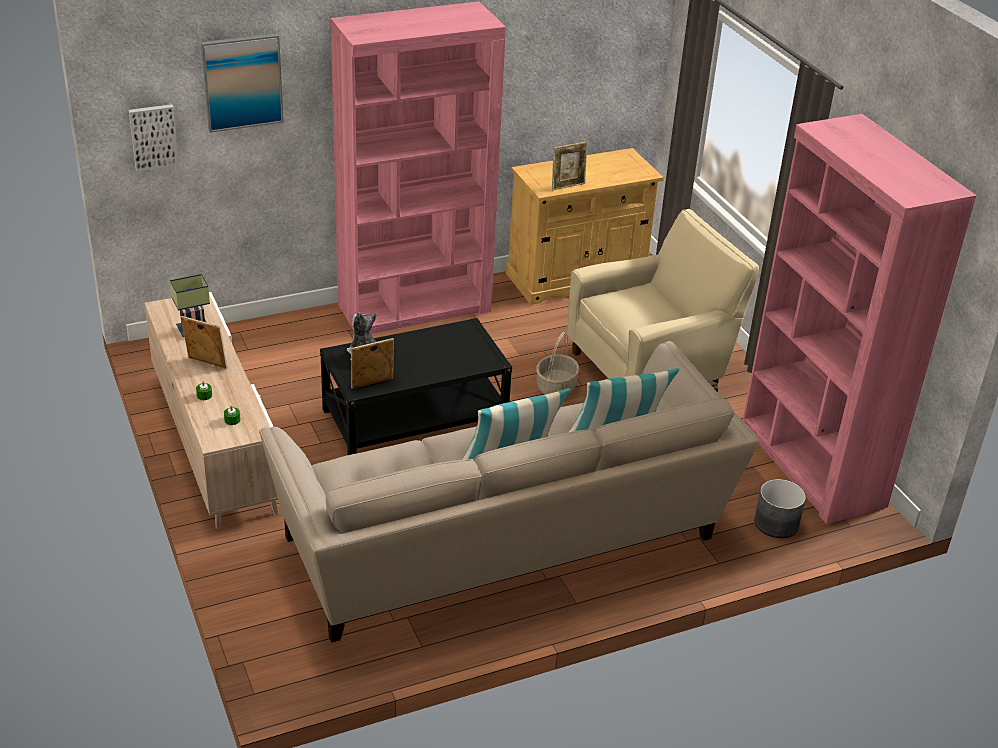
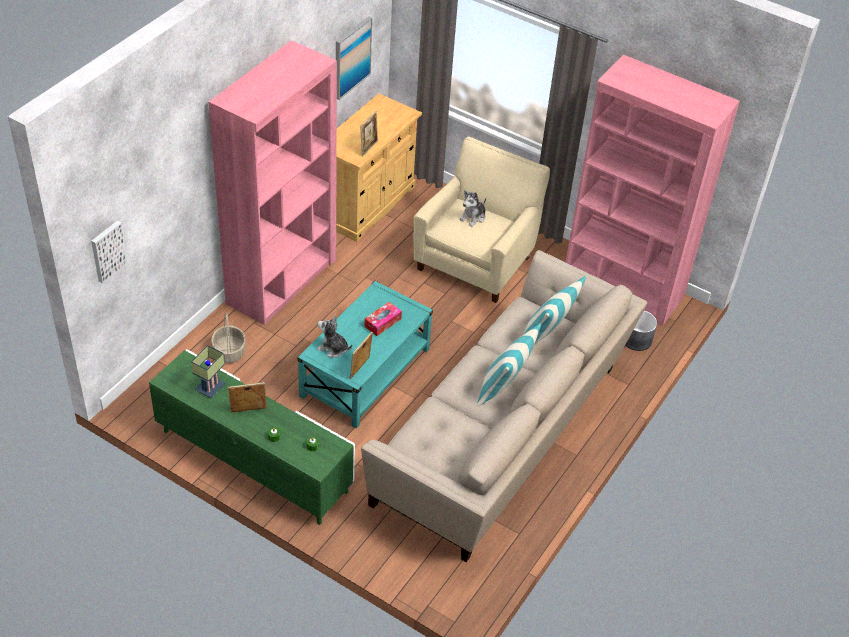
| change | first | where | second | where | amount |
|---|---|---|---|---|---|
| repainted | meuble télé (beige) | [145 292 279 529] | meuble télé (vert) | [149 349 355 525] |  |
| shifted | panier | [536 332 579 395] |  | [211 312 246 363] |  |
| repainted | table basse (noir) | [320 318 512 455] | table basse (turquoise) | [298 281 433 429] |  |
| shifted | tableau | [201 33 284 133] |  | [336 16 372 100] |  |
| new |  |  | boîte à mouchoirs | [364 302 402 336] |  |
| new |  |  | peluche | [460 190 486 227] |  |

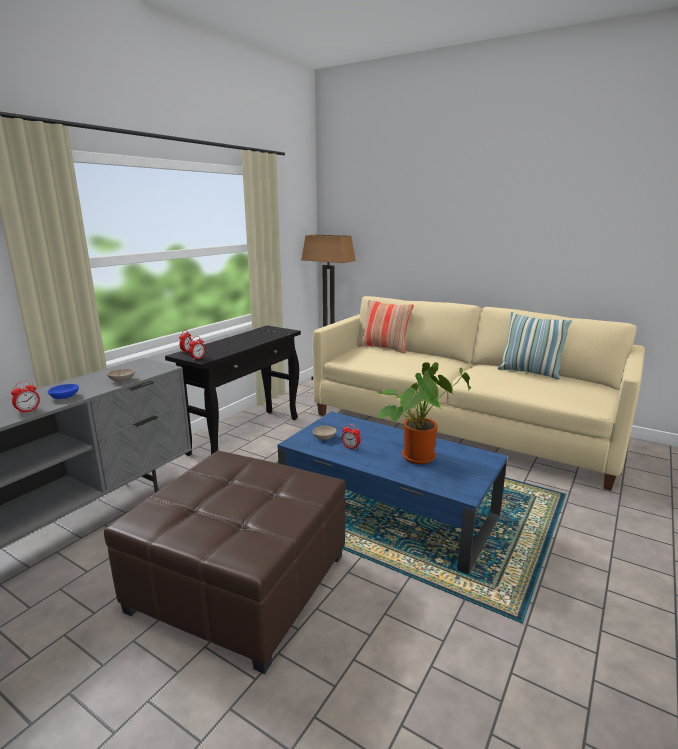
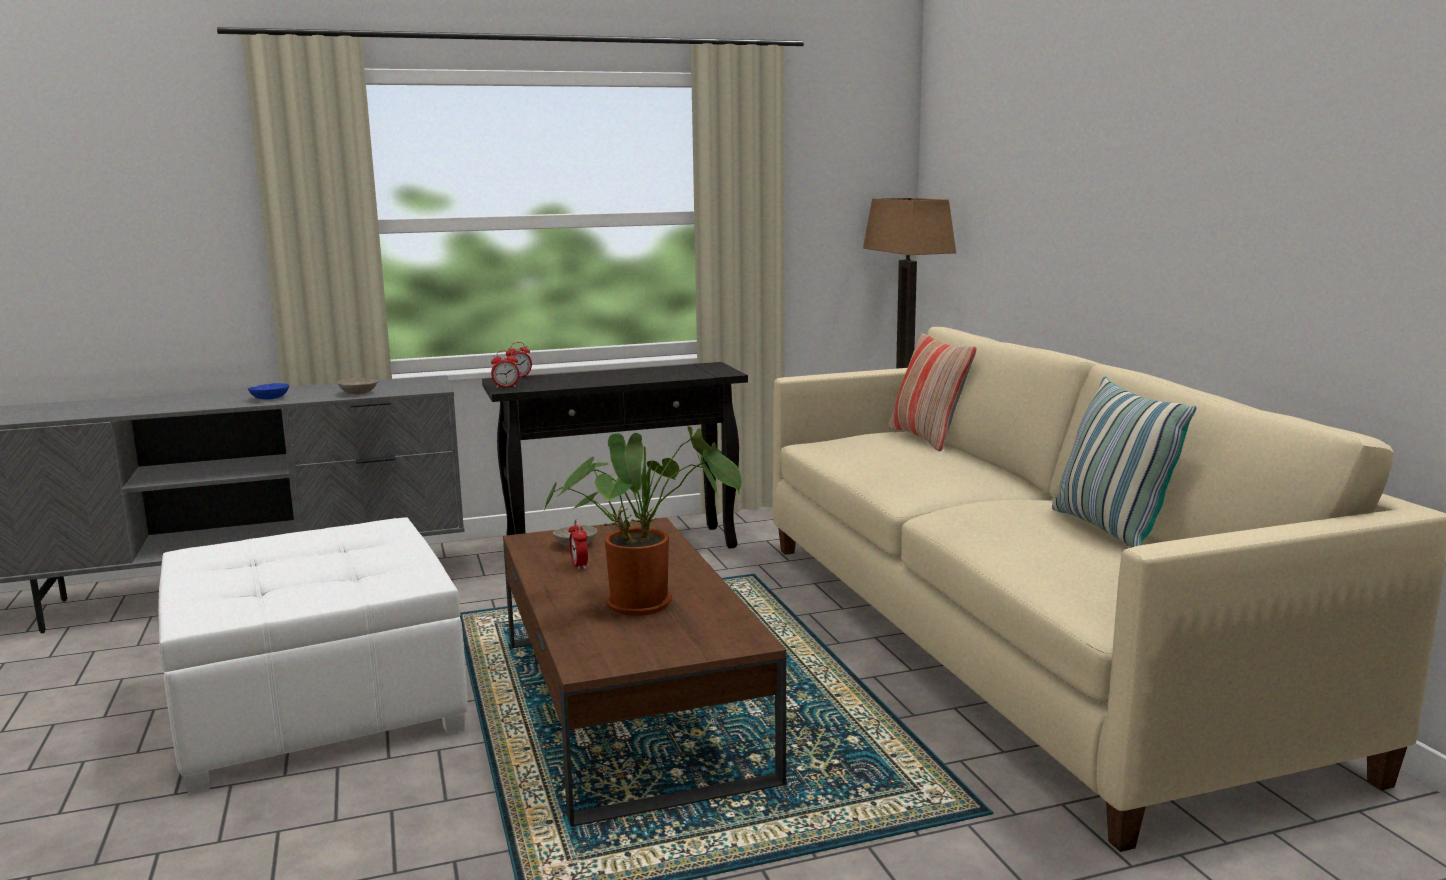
| change | first | where | second | where | amount |
|---|---|---|---|---|---|
| repainted | pouf (marron) | [104 451 345 674] | pouf (blanc) | [158 517 468 794] |  |
| repainted | table basse (bleu) | [278 411 508 575] | table basse (marron) | [503 517 786 827] |  |
| gone | réveil | [11 381 40 414] |  |  |  |

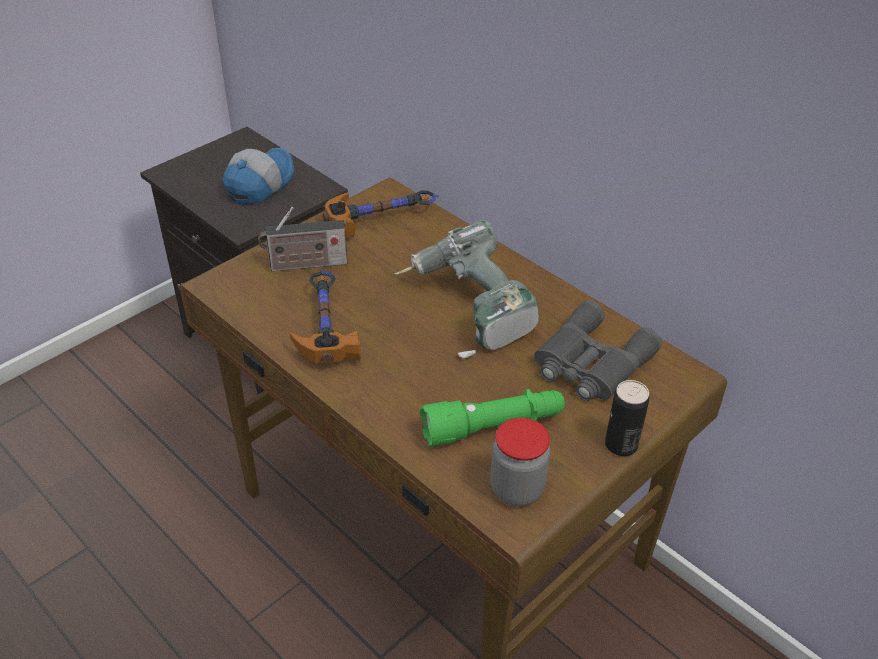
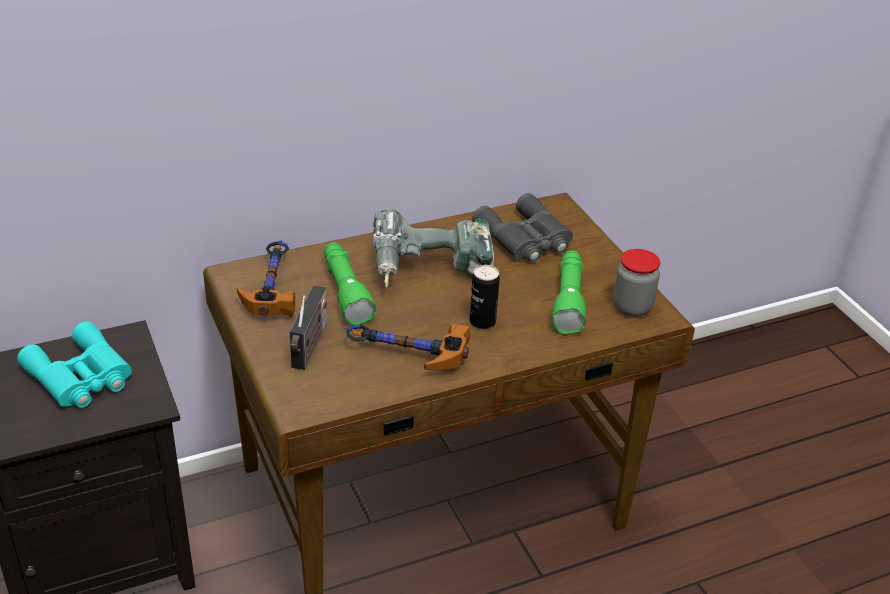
| change | first | where | second | where | amount |
|---|---|---|---|---|---|
| swapped | casquette | [223 148 295 204] | jumelles (turquoise) | [17 322 132 408] |  |
| new |  |  | lampe de poche (vert) | [324 243 376 325] |  |
| shifted | boîte métallique | [605 380 649 456] |  | [469 265 500 329] |  |

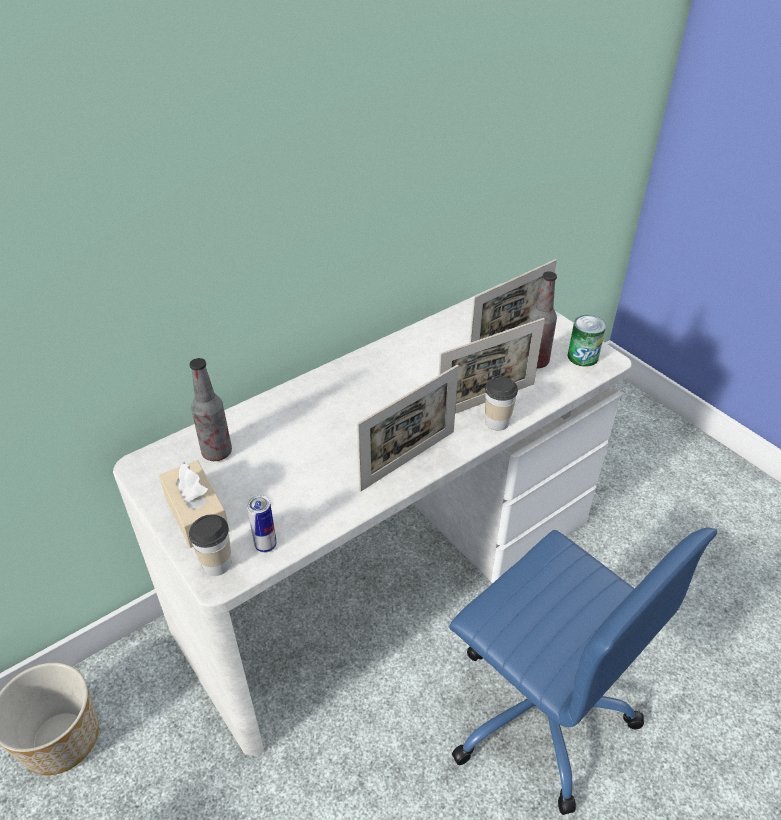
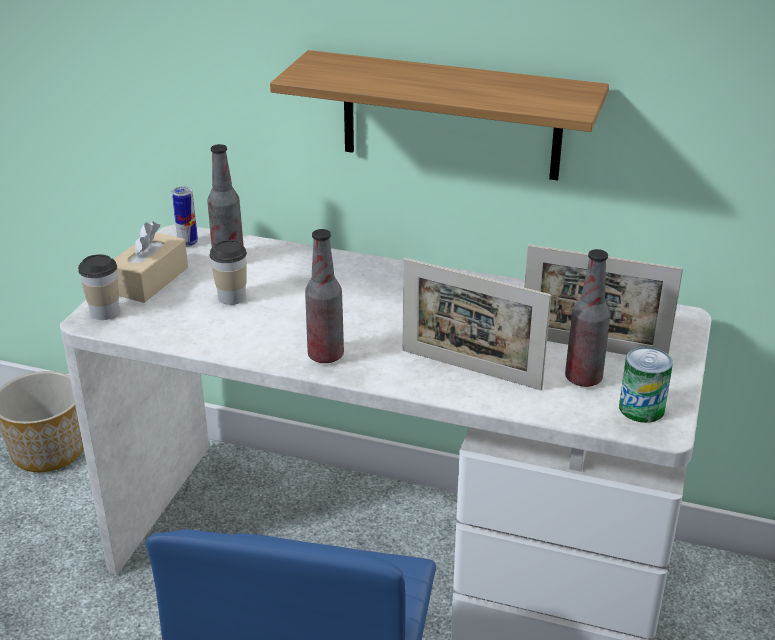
| change | first | where | second | where | amount |
|---|---|---|---|---|---|
| shifted | boîte métallique | [247 495 277 553] |  | [172 186 198 247] |  |
| shifted | tasse | [485 375 518 430] |  | [209 239 247 305] |  |
| new |  |  | étagère | [270 50 609 181] |  |
| swapped | cadre photo | [357 365 459 491] | bouteille | [305 229 344 363] |  |

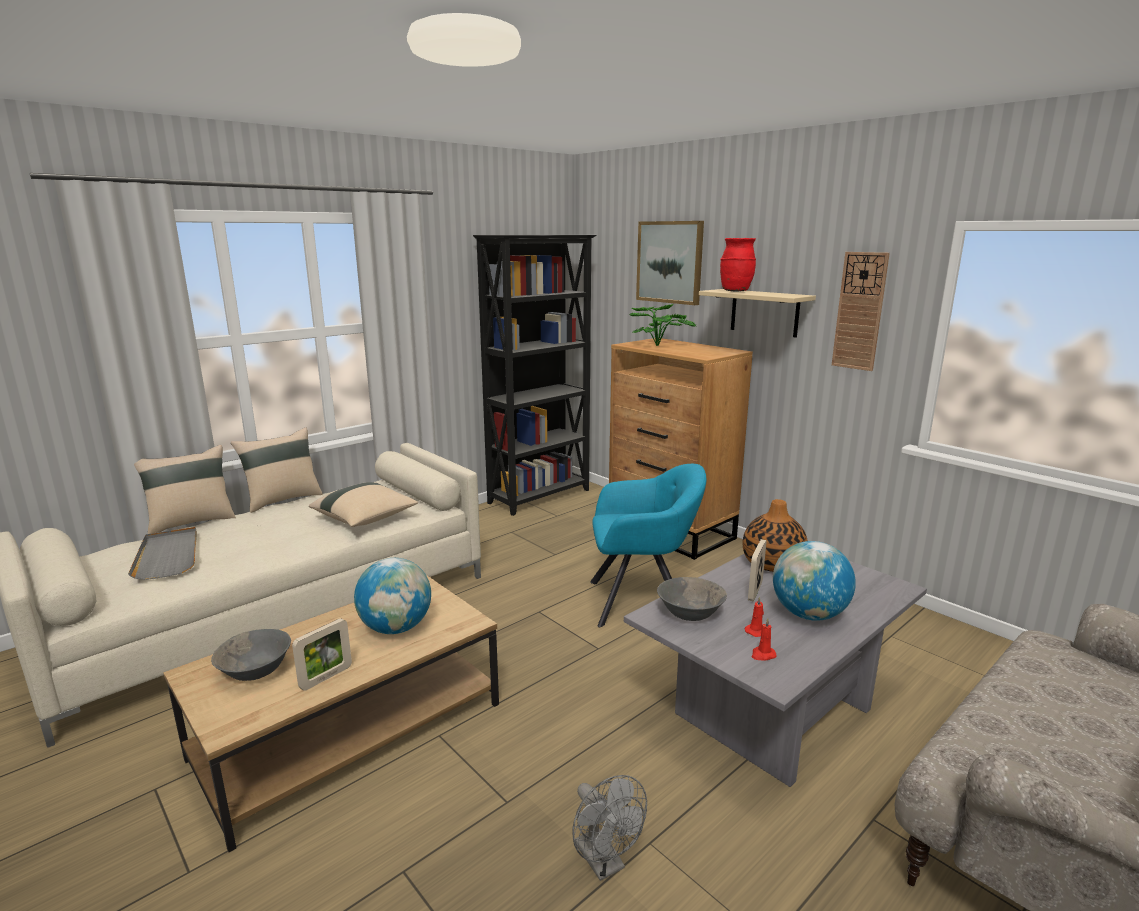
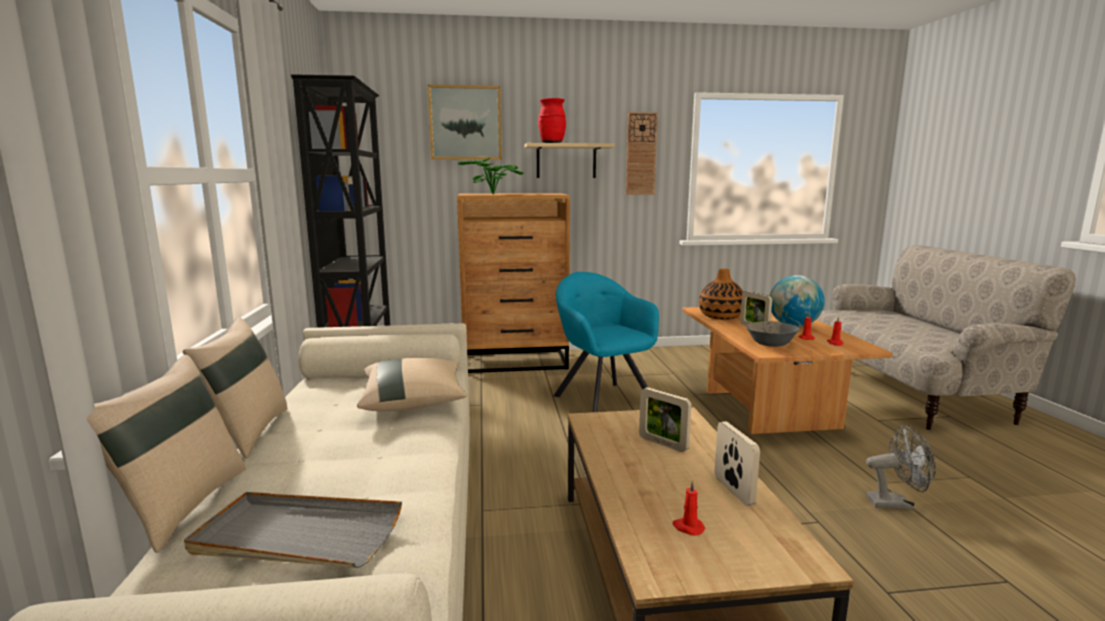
| change | first | where | second | where | amount |
|---|---|---|---|---|---|
| rotated | fauteuil (turquoise) | [590 464 706 627] |  | [553 272 659 412] | 60 degrees counterclockwise |
| swapped | globe | [354 558 431 634] | cadre photo | [639 387 691 452] |  |
| swapped | bol (gris) | [211 629 291 681] | bougie (rouge) | [673 481 705 535] |  |
| repainted | table basse (gris) | [624 554 927 787] | table basse (marron) | [682 307 892 434] |  |

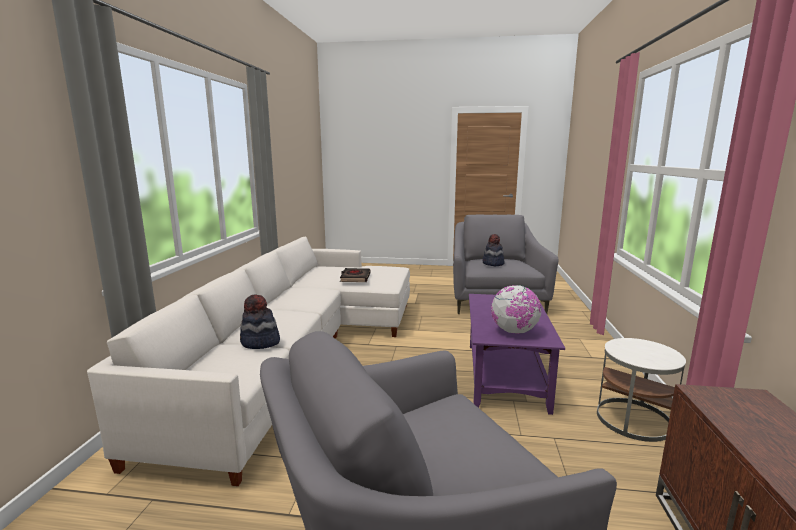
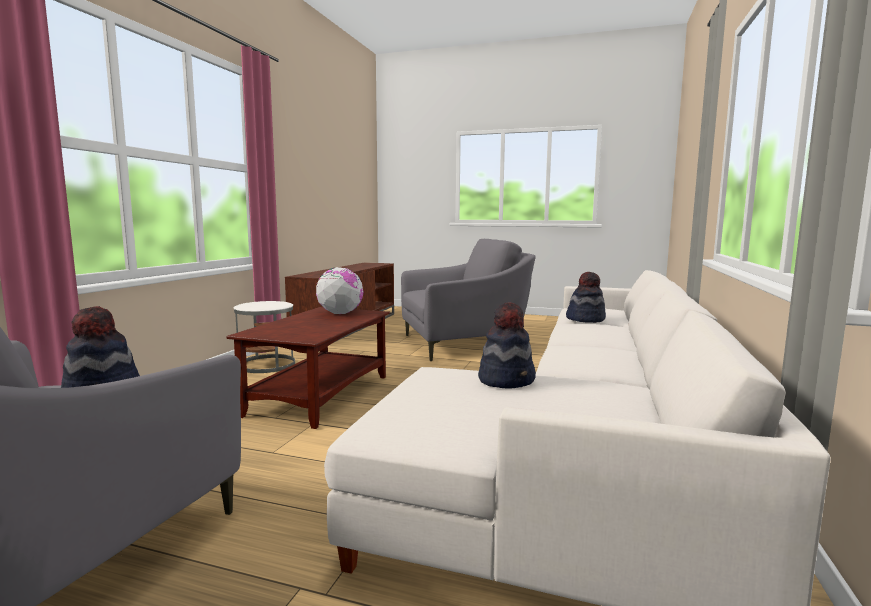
| change | first | where | second | where | amount |
|---|---|---|---|---|---|
| repainted | table basse (violet) | [469 294 565 415] | table basse (marron) | [226 307 390 429] |  |
| swapped | livre (noir) | [340 268 371 282] | chapeau | [478 302 536 389] |  |

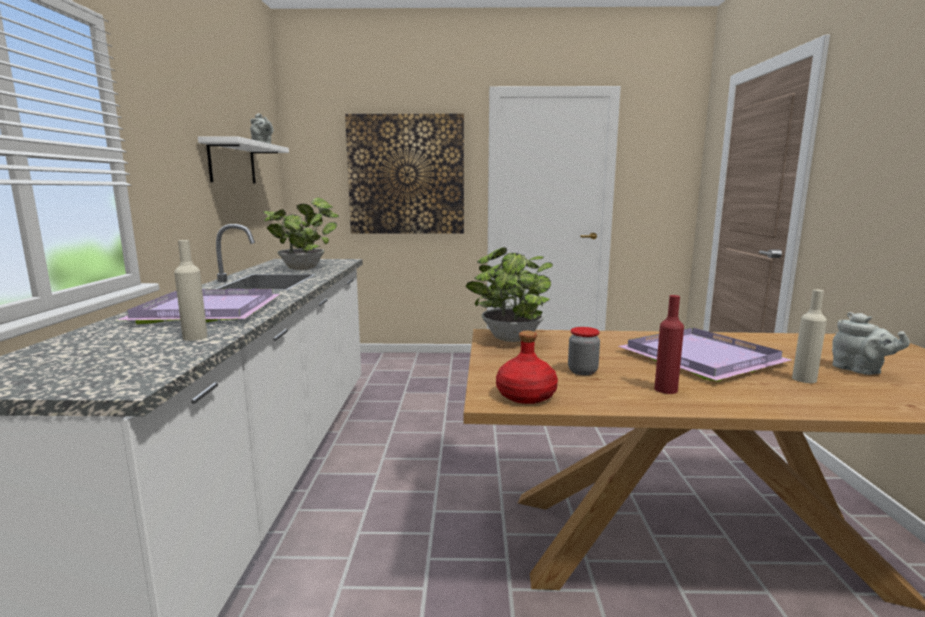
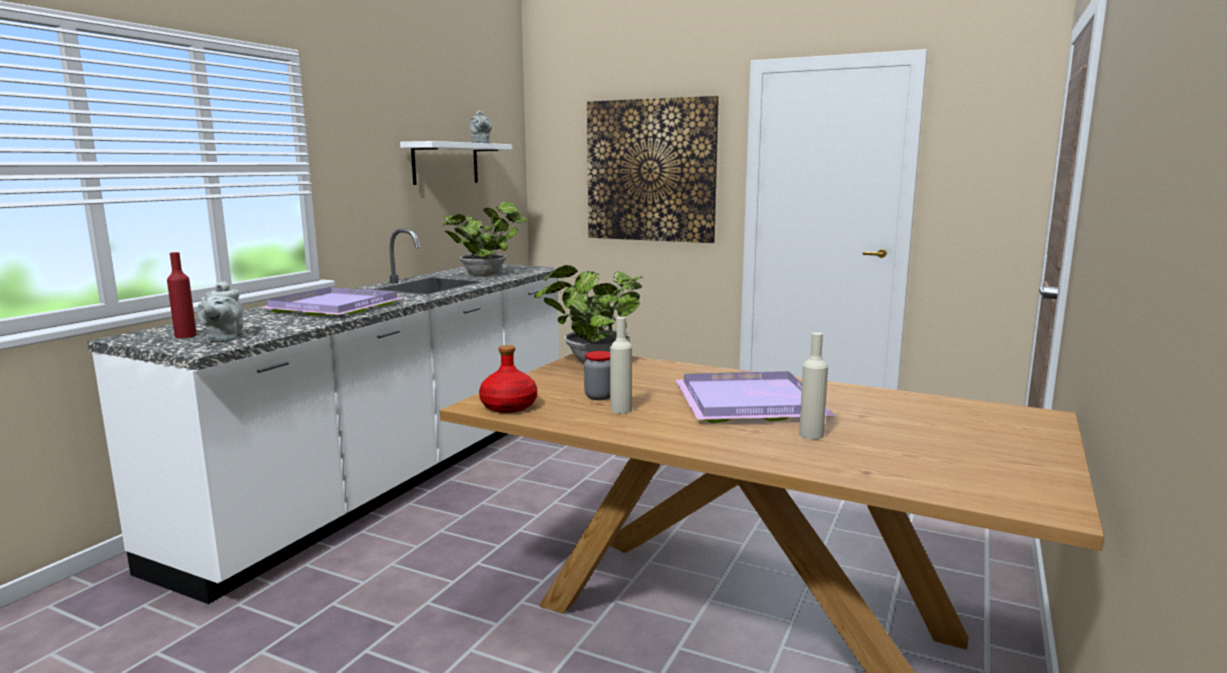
| change | first | where | second | where | amount |
|---|---|---|---|---|---|
| shifted | bouteille (rouge) | [654 295 684 394] |  | [167 252 197 338] |  |
| shifted | théière (gris) | [832 312 910 375] |  | [197 281 244 341] |  |
| shifted | bouteille (beige) | [174 240 207 341] |  | [610 317 632 414] |  |

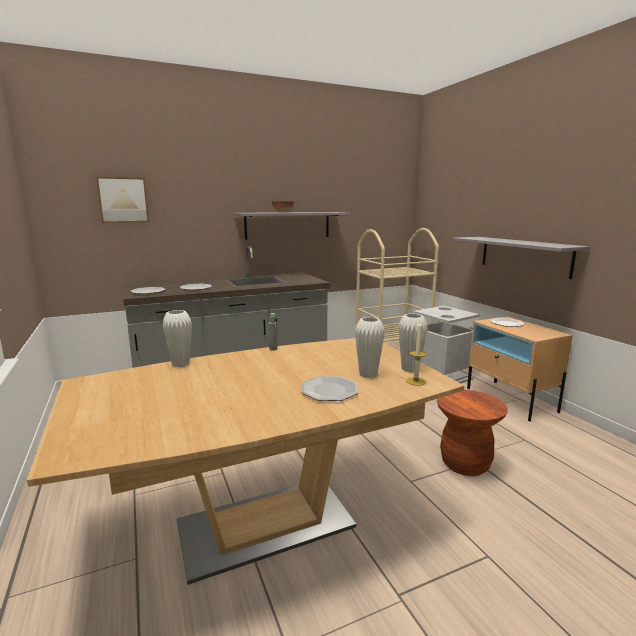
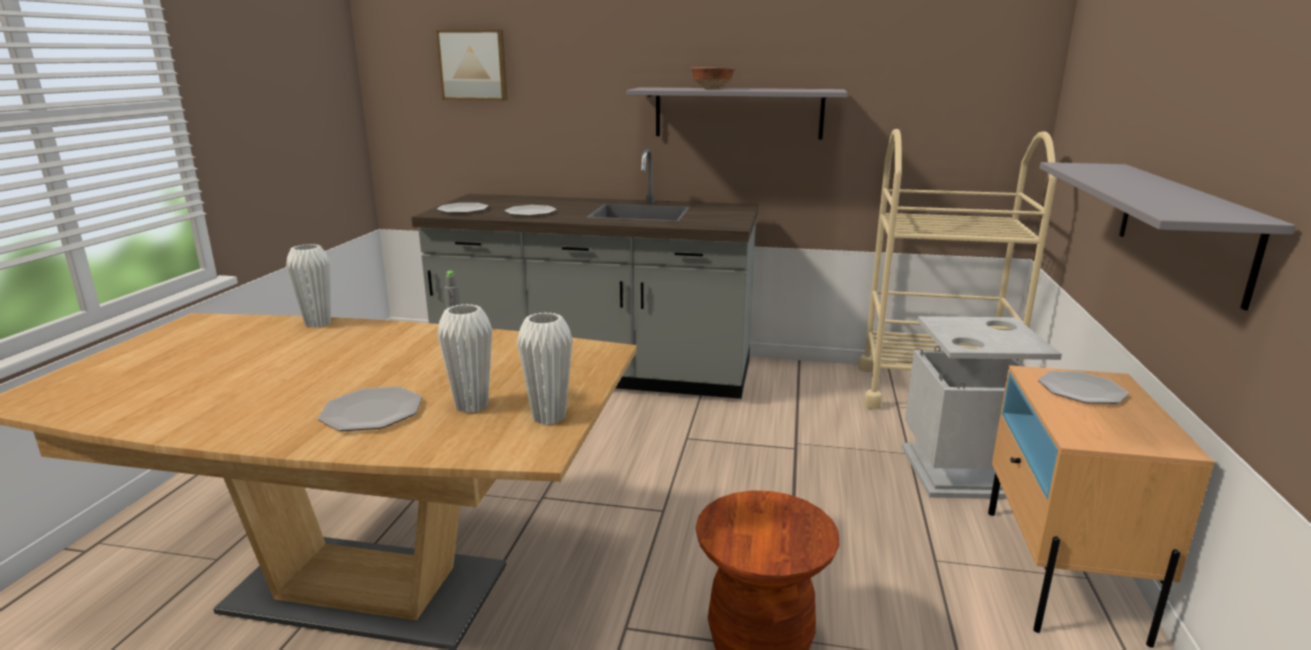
| change | first | where | second | where | amount |
|---|---|---|---|---|---|
| gone | bougie | [406 322 426 386] |  |  |  |

